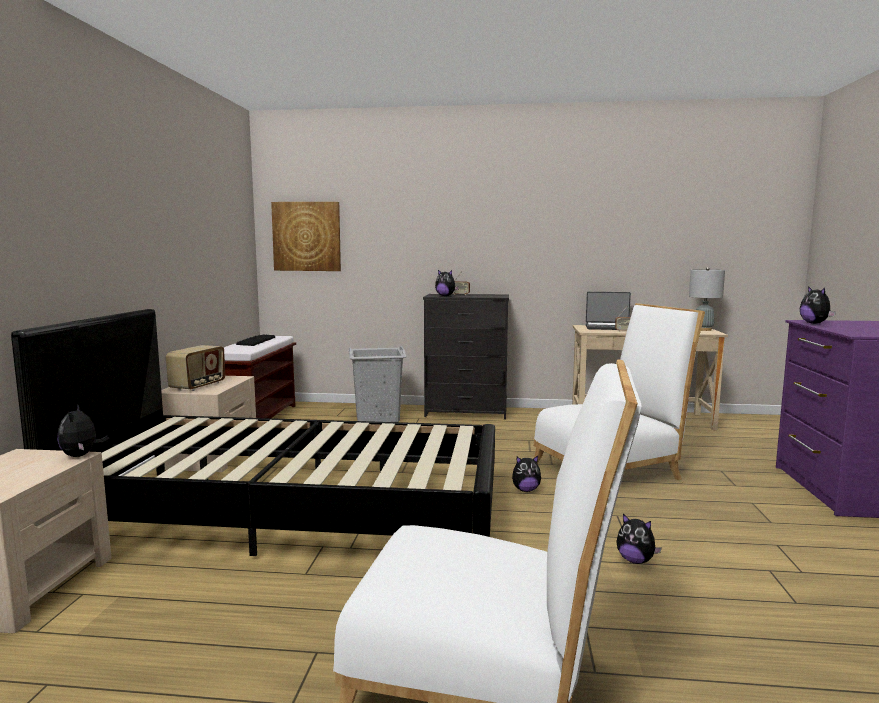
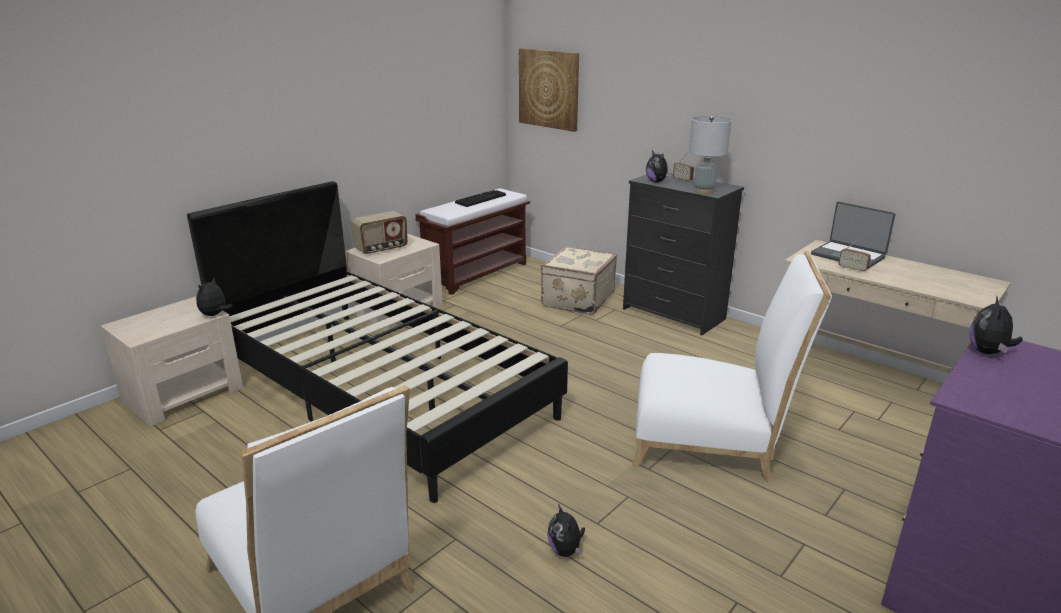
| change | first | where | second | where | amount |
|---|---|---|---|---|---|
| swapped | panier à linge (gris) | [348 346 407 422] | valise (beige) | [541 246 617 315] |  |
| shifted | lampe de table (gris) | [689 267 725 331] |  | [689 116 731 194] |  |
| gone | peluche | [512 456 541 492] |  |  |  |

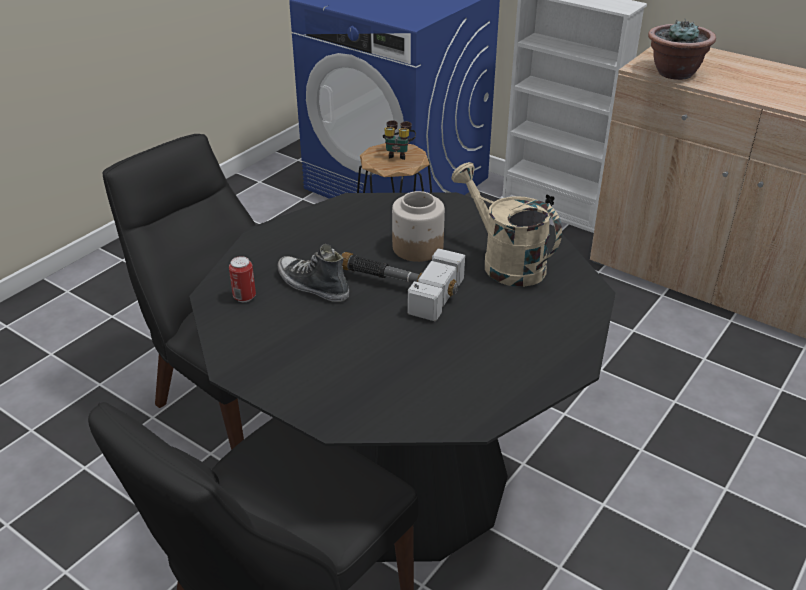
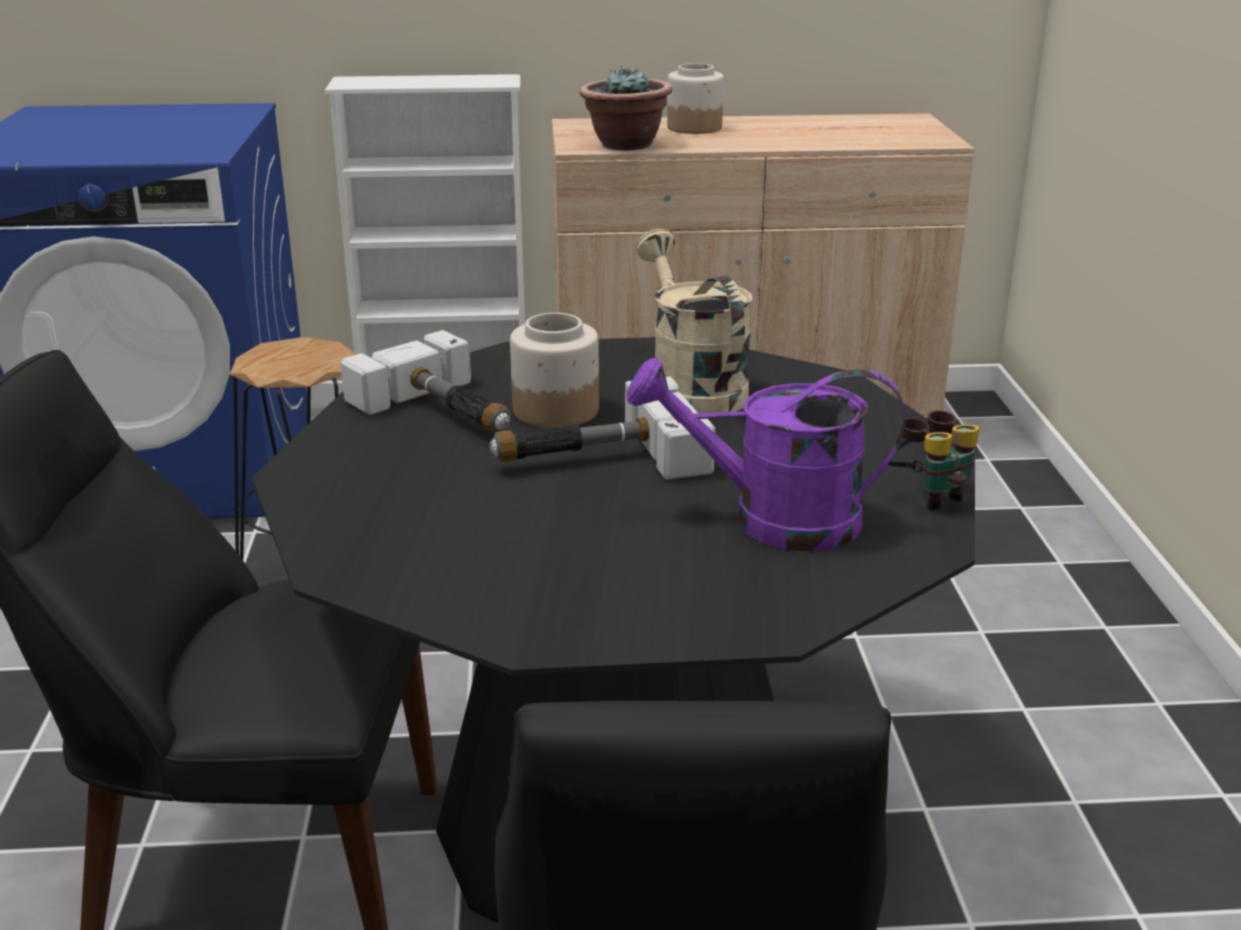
| change | first | where | second | where | amount |
|---|---|---|---|---|---|
| new |  |  | marteau | [341 330 513 433] |  |
| new |  |  | arrosoir (violet) | [627 357 905 552] |  |
| rotated | arrosoir (beige) | [451 162 562 287] |  | [636 229 753 413] | 60 degrees clockwise |
| new |  |  | bocal | [667 63 724 134] |  |
| shifted | jumelles | [383 120 416 160] |  | [884 410 980 511] |  |
| gone | boîte métallique | [229 256 256 302] |  |  |  |
| gone | chaussure | [278 244 349 302] |  |  |  |

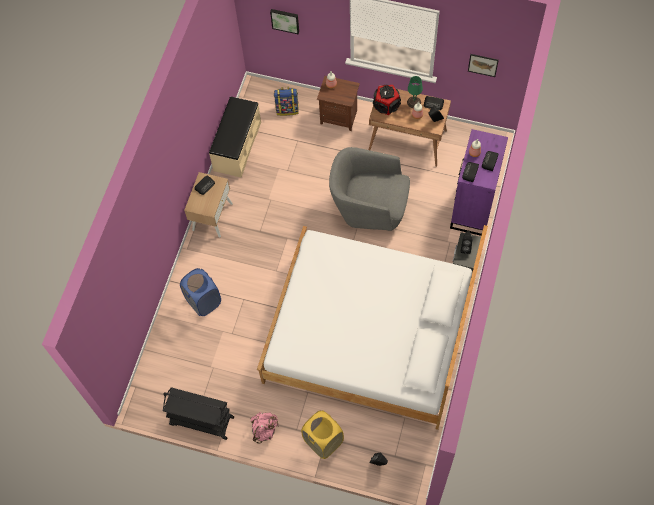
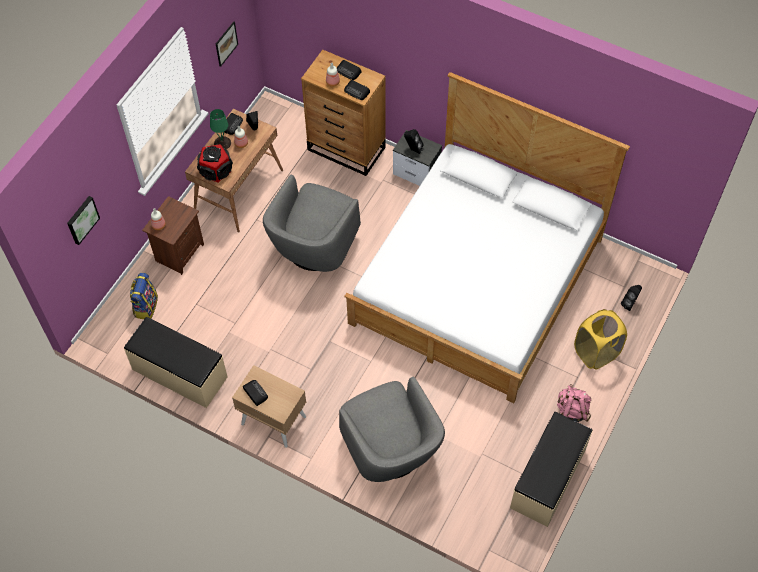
| change | first | where | second | where | amount |
|---|---|---|---|---|---|
| repainted | commode (violet) | [450 129 508 236] | commode (marron) | [301 50 386 176] |  |
| swapped | panier à linge (bleu) | [180 268 221 316] | fauteuil (gris) | [339 376 445 482] |  |
| swapped | chariot (noir) | [163 387 234 440] | banc (beige) | [510 412 593 527] |  |

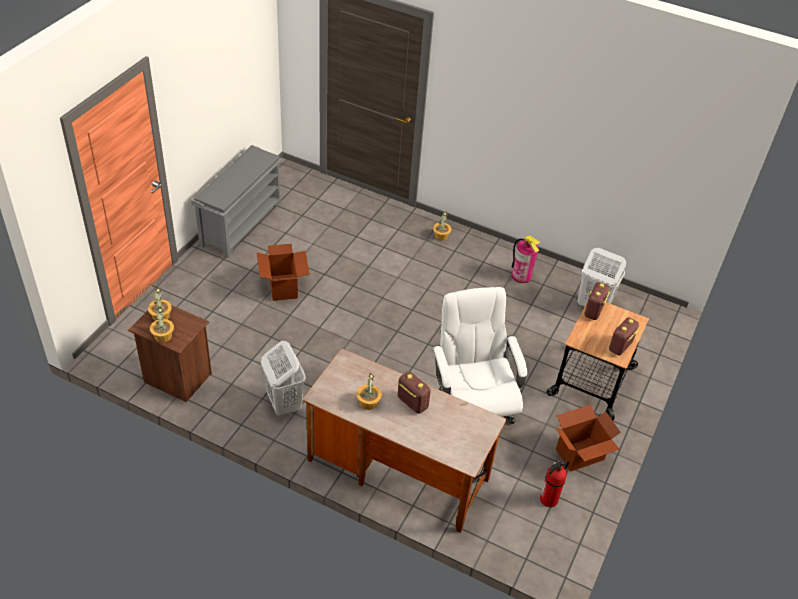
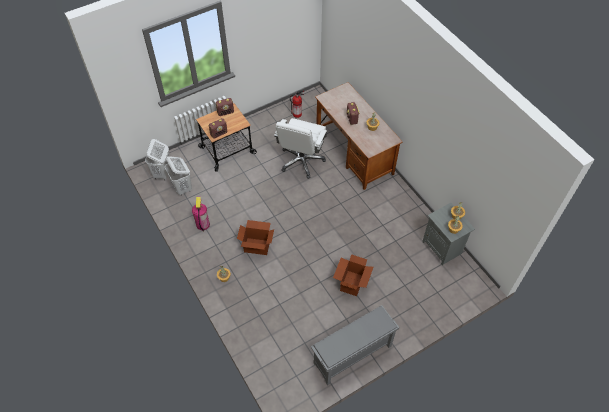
| change | first | where | second | where | amount |
|---|---|---|---|---|---|
| shifted | panier à linge (blanc) | [261 341 306 416] |  | [145 139 169 180] |  |
| shifted | carton | [556 404 621 472] |  | [237 220 274 255] |  |
| repainted | table de chevet (marron) | [128 305 212 402] | table de chevet (gris) | [422 203 475 266] |  |

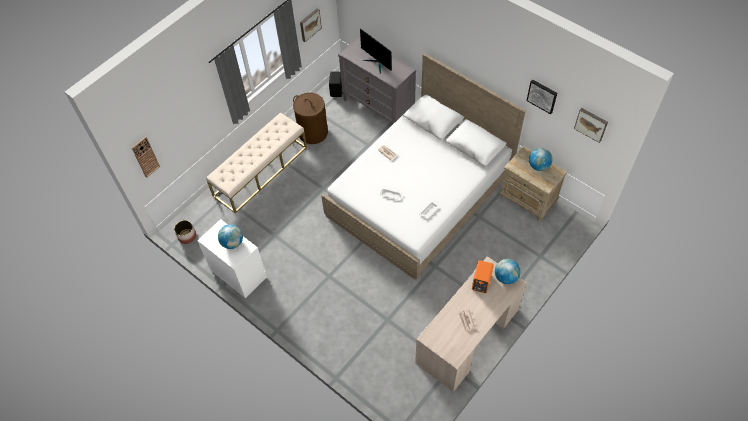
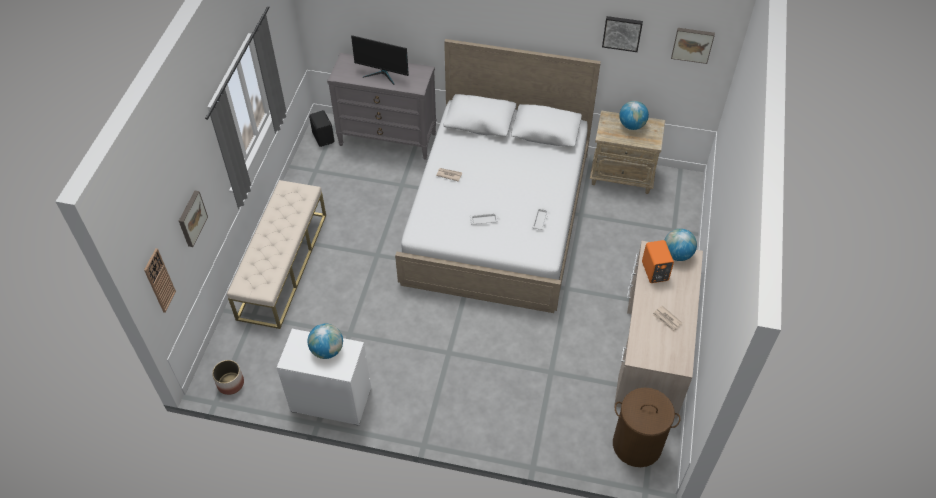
| change | first | where | second | where | amount |
|---|---|---|---|---|---|
| shifted | tableau | [300 8 322 42] |  | [179 191 208 247] |  |
| shifted | panier à linge (marron) | [293 93 328 144] |  | [613 388 681 467] |  |

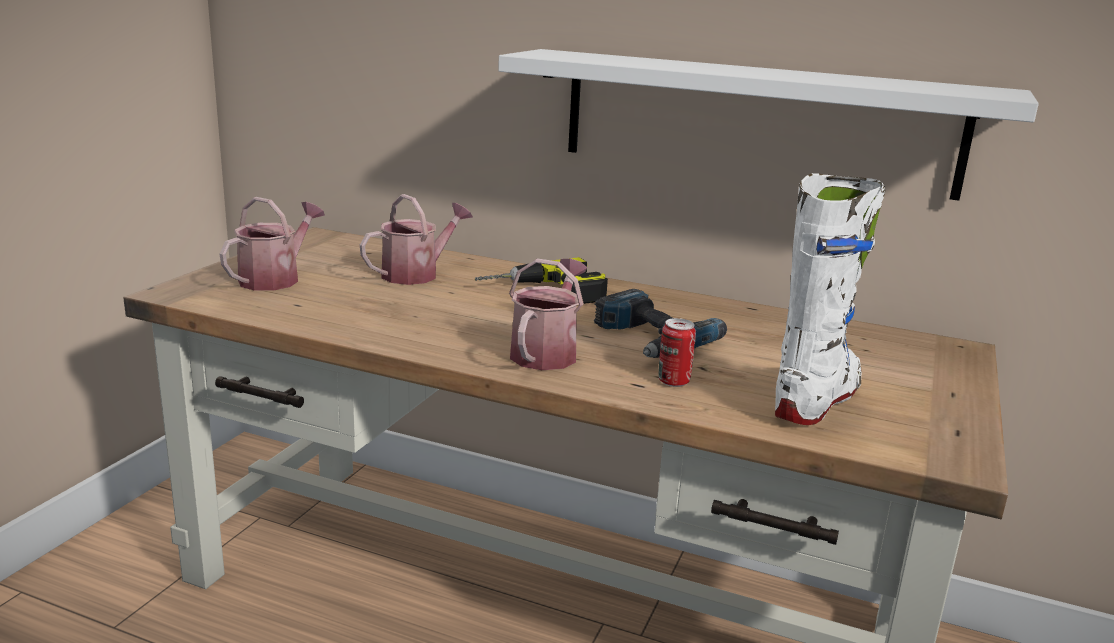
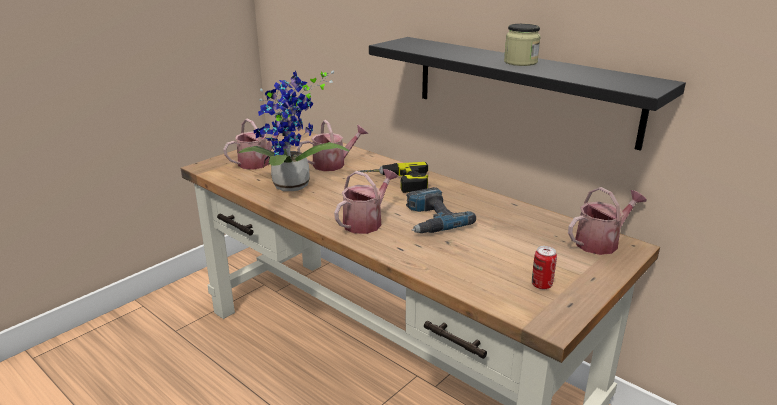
| change | first | where | second | where | amount |
|---|---|---|---|---|---|
| new |  |  | plante en pot | [239 71 350 191] |  |
| repainted | étagère (blanc) | [498 49 1039 201] | étagère (noir) | [369 37 686 151] |  |
| new |  |  | bocal | [504 24 541 66] |  |
| shifted | boîte métallique | [658 318 696 387] |  | [532 246 557 289] |  |
| new |  |  | arrosoir | [568 187 647 255] |  |
| gone | botte (blanc) | [775 173 886 425] |  |  |  |

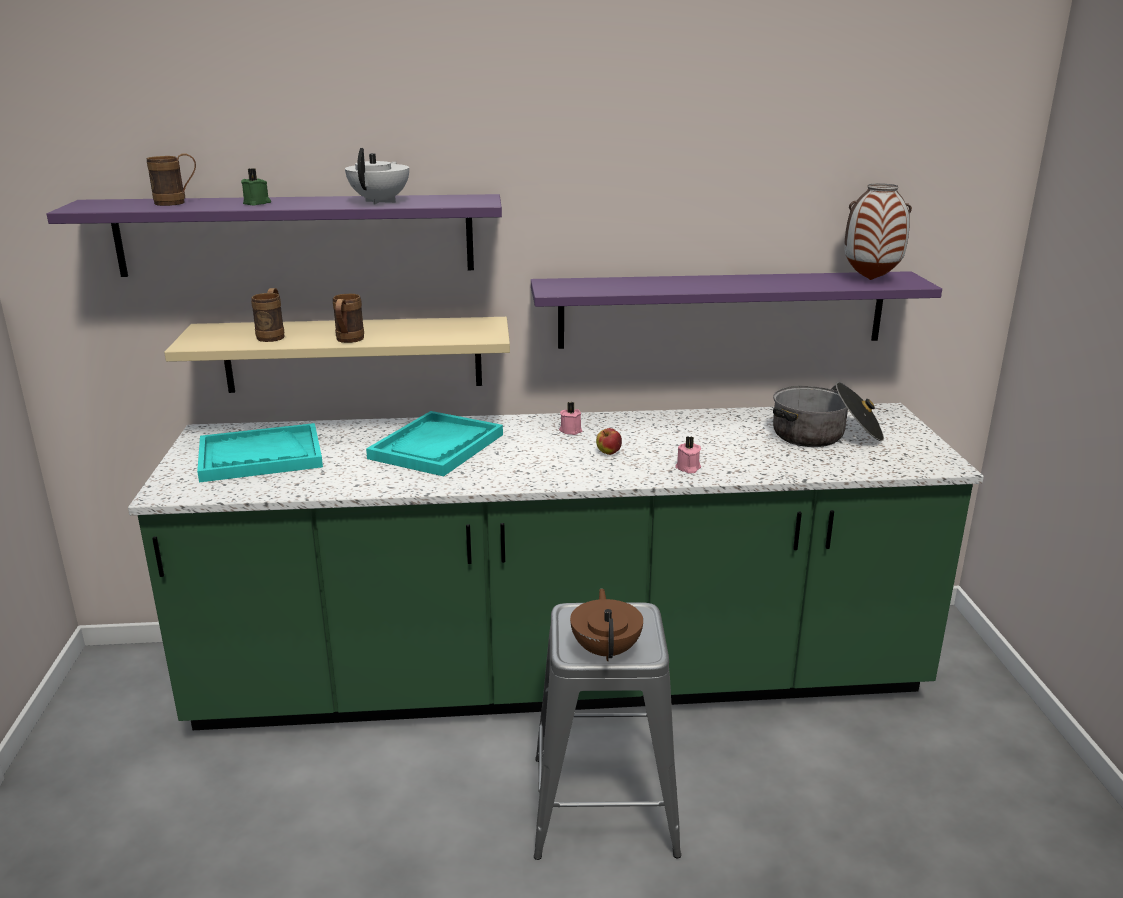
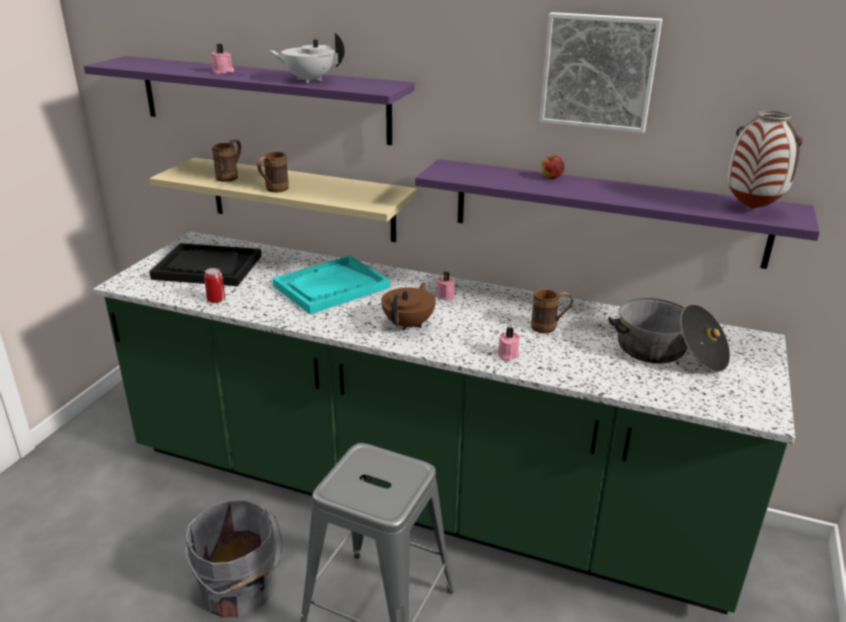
| change | first | where | second | where | amount |
|---|---|---|---|---|---|
| repainted | plateau (turquoise) | [197 423 323 482] | plateau (noir) | [149 243 261 286] |  |
| new |  |  | seau (gris) | [185 500 283 618] |  |
| new |  |  | boîte métallique | [204 268 225 303] |  |
| repainted | bougie (vert) | [241 168 271 206] | bougie (rose) | [211 44 234 74] |  |
| rotated | théière (blanc) | [345 148 409 204] |  | [268 33 345 83] | 120 degrees counterclockwise |
| shifted | théière (marron) | [570 588 643 661] |  | [381 282 436 331] |  |
| shifted | mug (marron) | [147 154 196 206] |  | [531 289 573 333] |  |
| new |  |  | tableau | [539 12 662 133] |  |
| shifted | pomme | [596 428 622 455] |  | [541 155 565 179] |  |

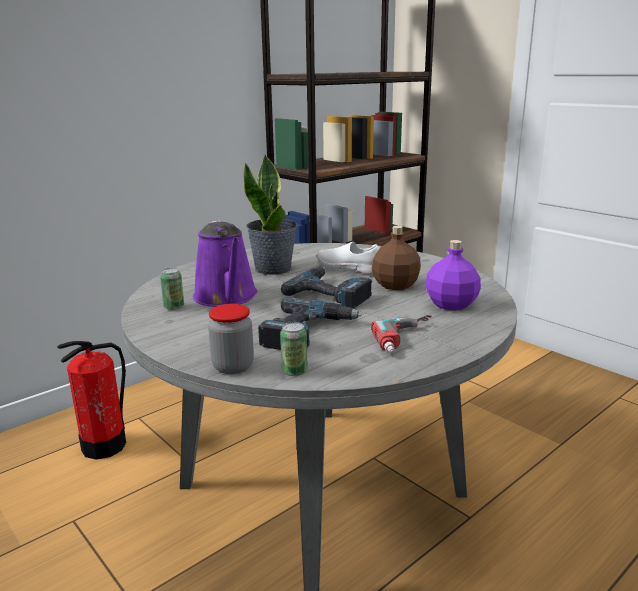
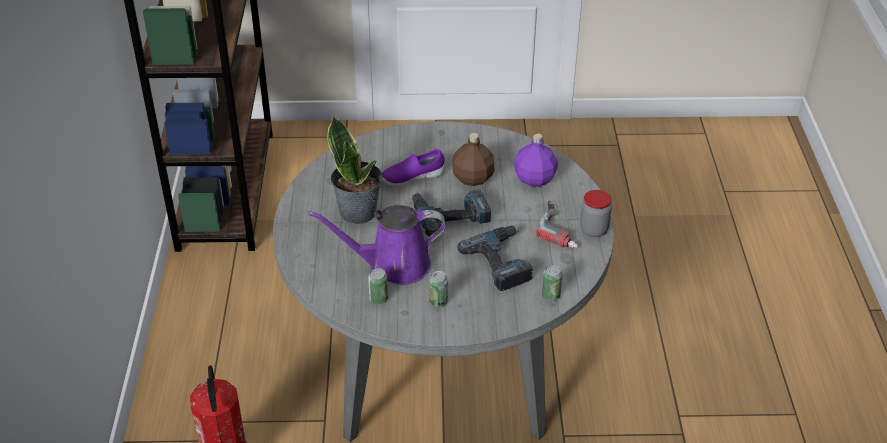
| change | first | where | second | where | amount |
|---|---|---|---|---|---|
| rotated | arrosoir (violet) | [193 220 257 307] |  | [309 205 446 285] | 150 degrees clockwise |
| repainted | chaussure (blanc) | [317 242 380 274] | chaussure (violet) | [382 149 445 187] |  |
| new |  |  | boîte métallique | [429 271 448 307] |  |
| shifted | bocal | [208 304 254 374] |  | [580 190 612 237] |  |

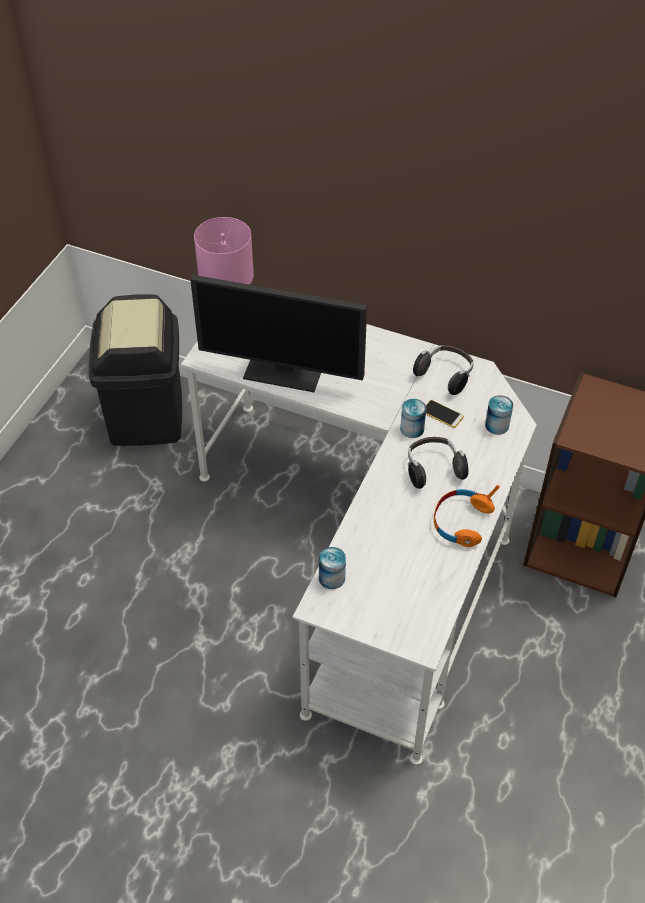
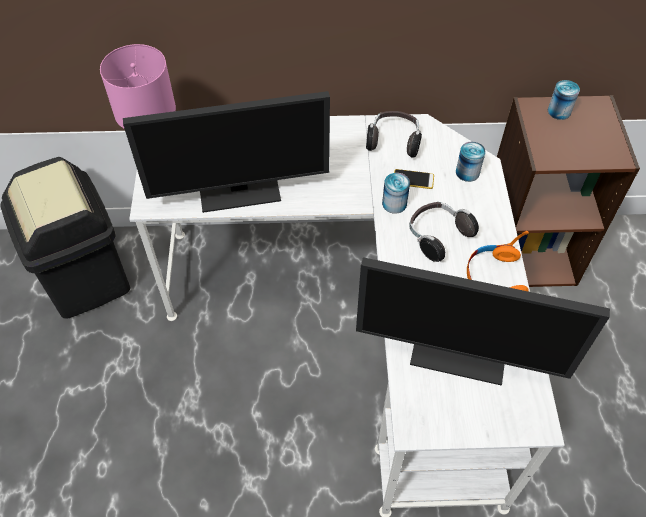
| change | first | where | second | where | amount |
|---|---|---|---|---|---|
| new |  |  | écran d'ordinateur | [356 257 610 386] |  |
| shifted | boîte métallique | [319 547 346 589] |  | [548 80 580 120] |  |

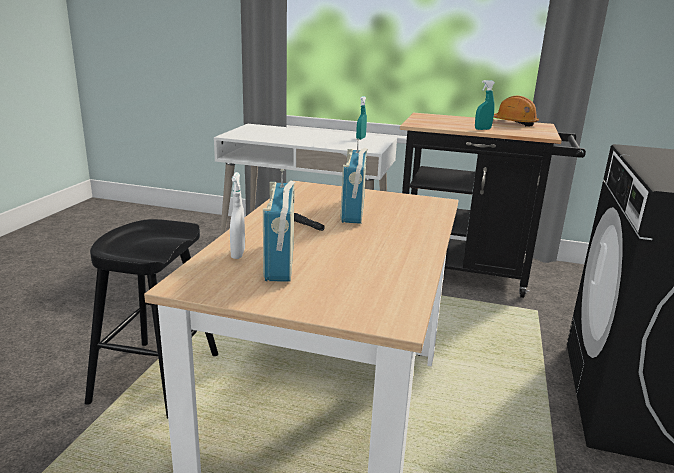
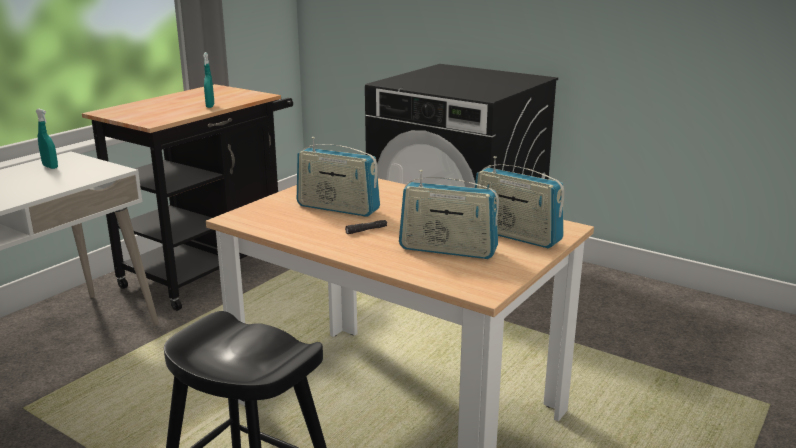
| change | first | where | second | where | amount |
|---|---|---|---|---|---|
| new |  |  | radio | [475 156 565 248] |  |
| gone | vaporisateur (blanc) | [230 172 245 259] |  |  |  |
| gone | casque de chantier (orange) | [493 96 539 126] |  |  |  |

